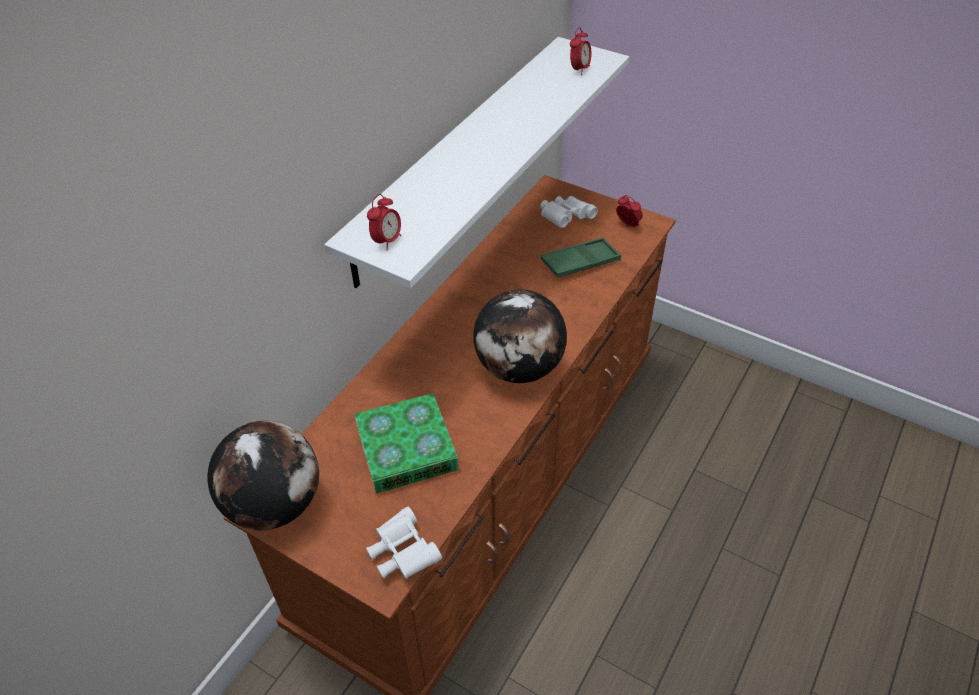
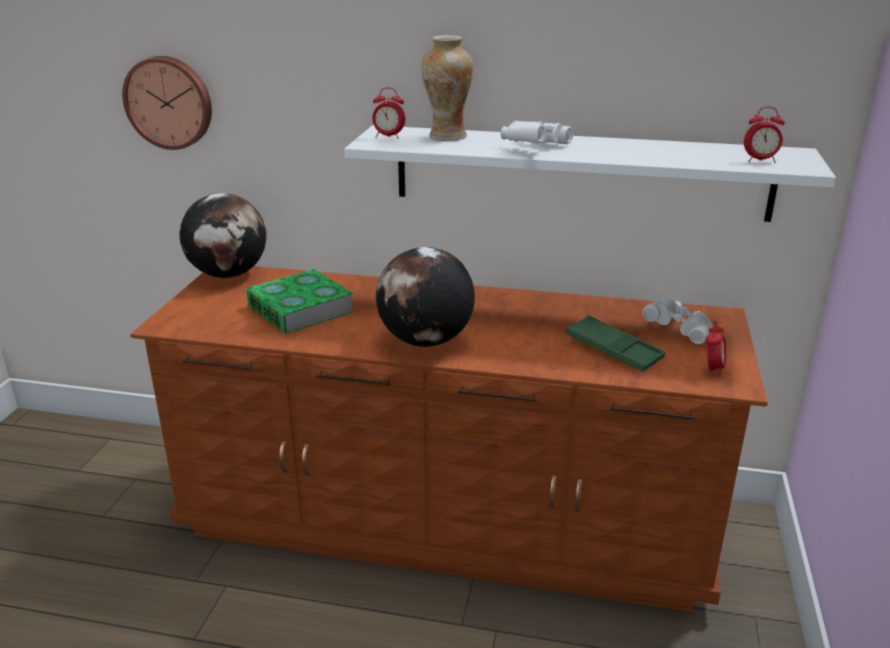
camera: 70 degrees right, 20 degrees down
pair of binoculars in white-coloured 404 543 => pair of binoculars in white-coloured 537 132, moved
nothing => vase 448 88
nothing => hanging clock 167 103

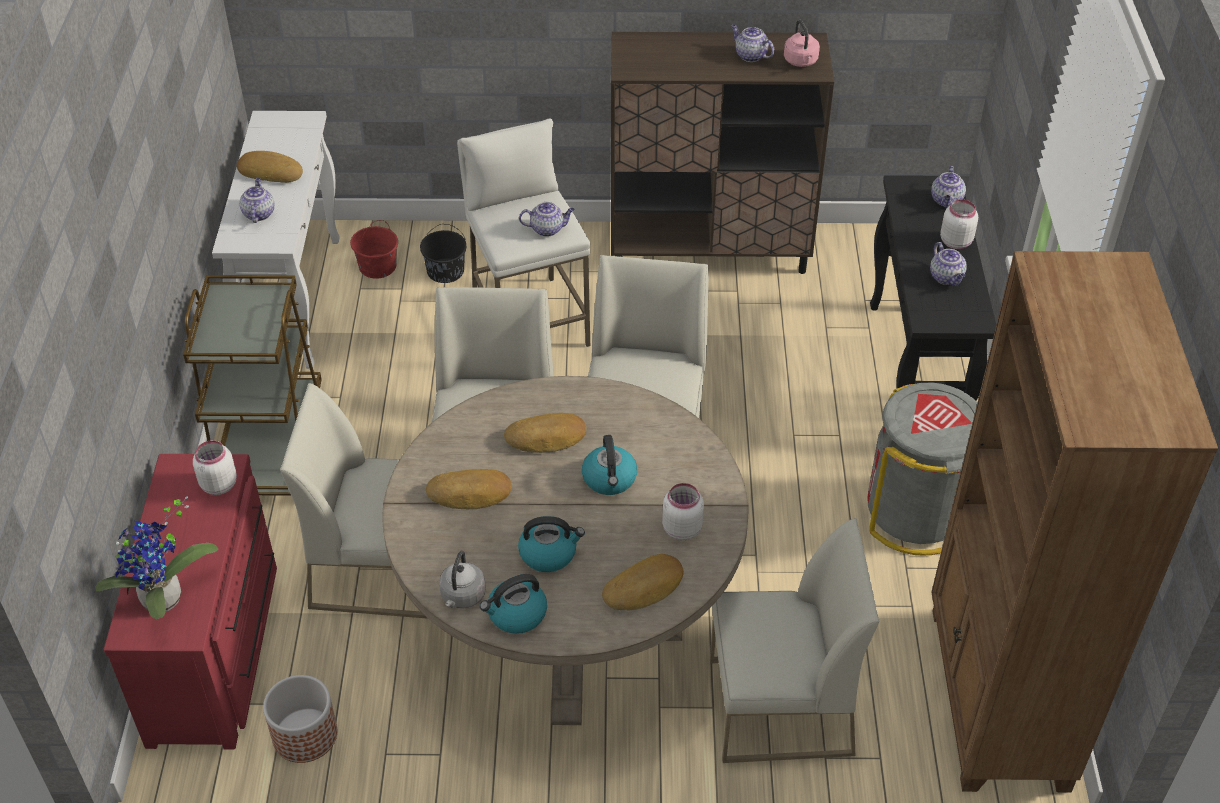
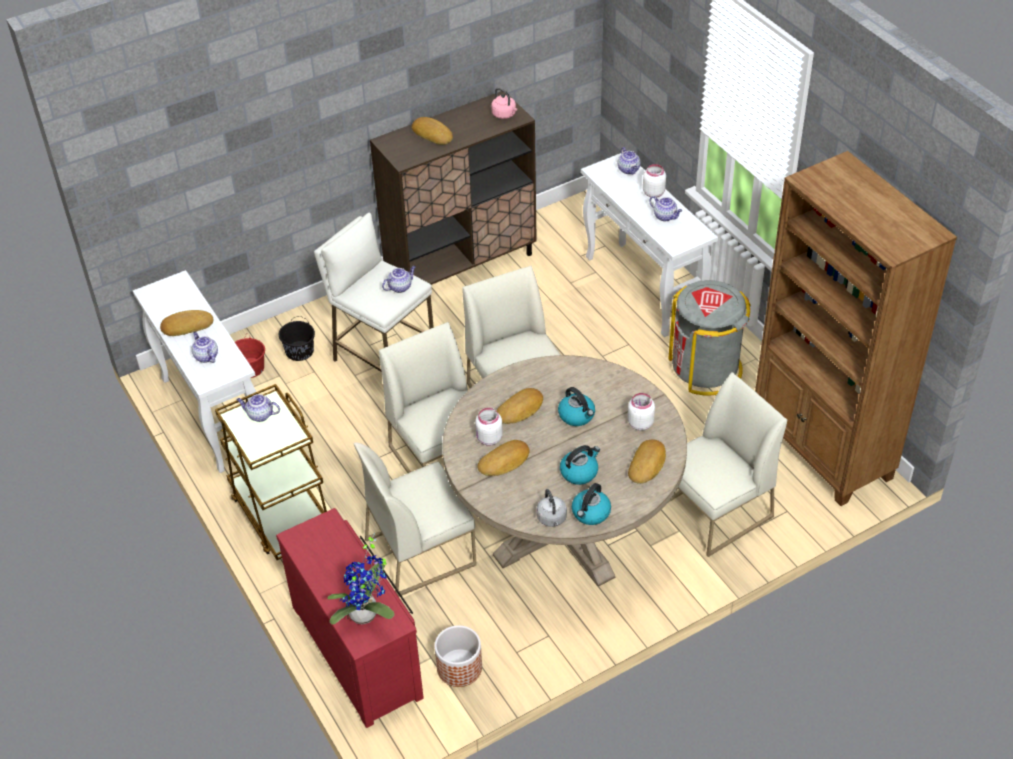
camera: 30 degrees left, 0 degrees up
teapot 752 43 => teapot 258 408, moved
console table in blackish 933 288 => console table in white-coloured 649 245
storage jar in white-coloured 215 467 => storage jar in white-coloured 489 427, moved
nothing => bread 432 131

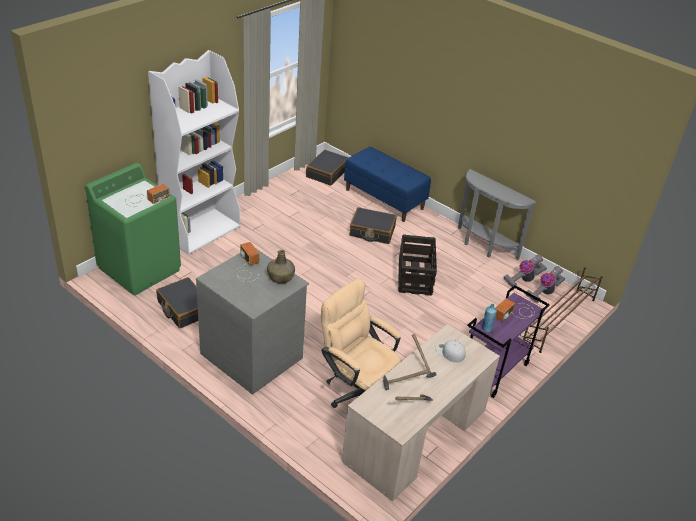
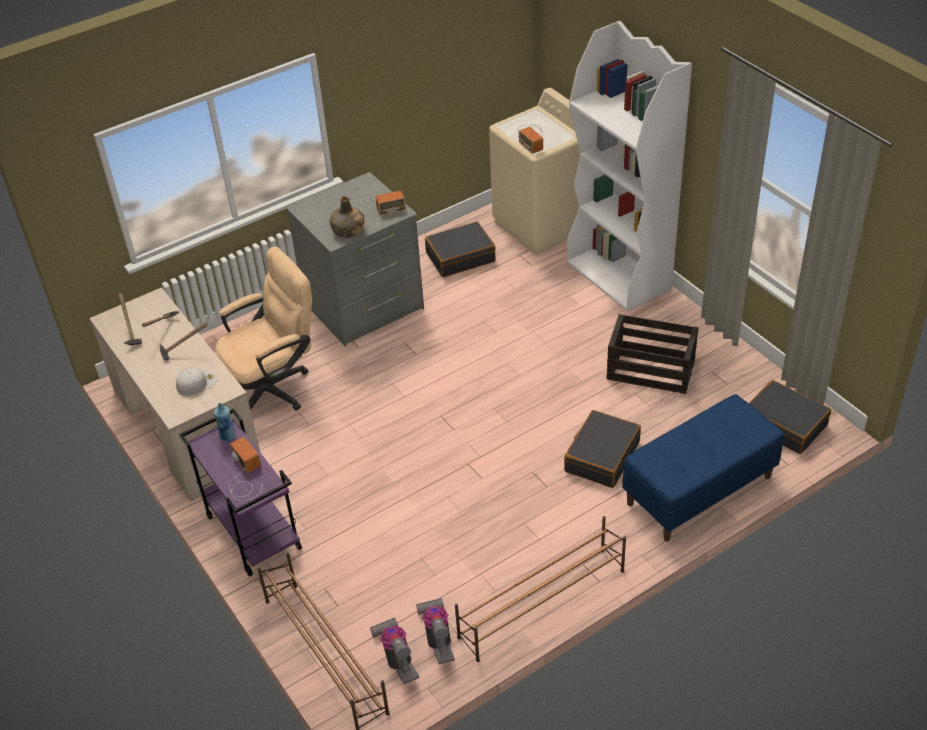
camera: 110 degrees right, 5 degrees up
laundry appliance in green 133 229 => laundry appliance in beige-coloured 534 171
console table in grey 497 214 => shoe shelf in brownish 540 589
crate 417 265 => crate 652 354, moved

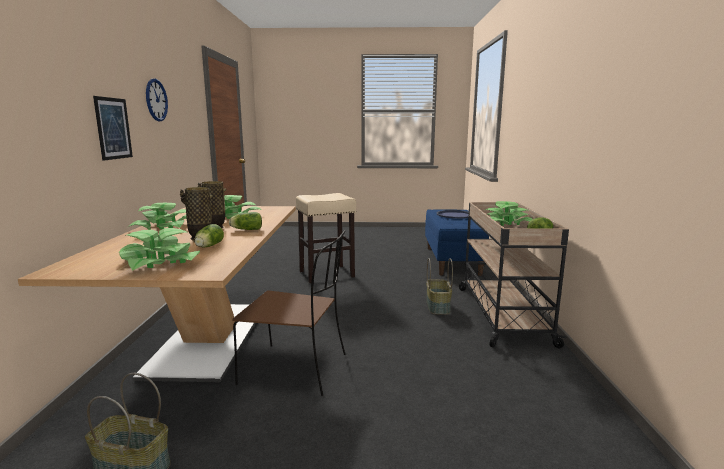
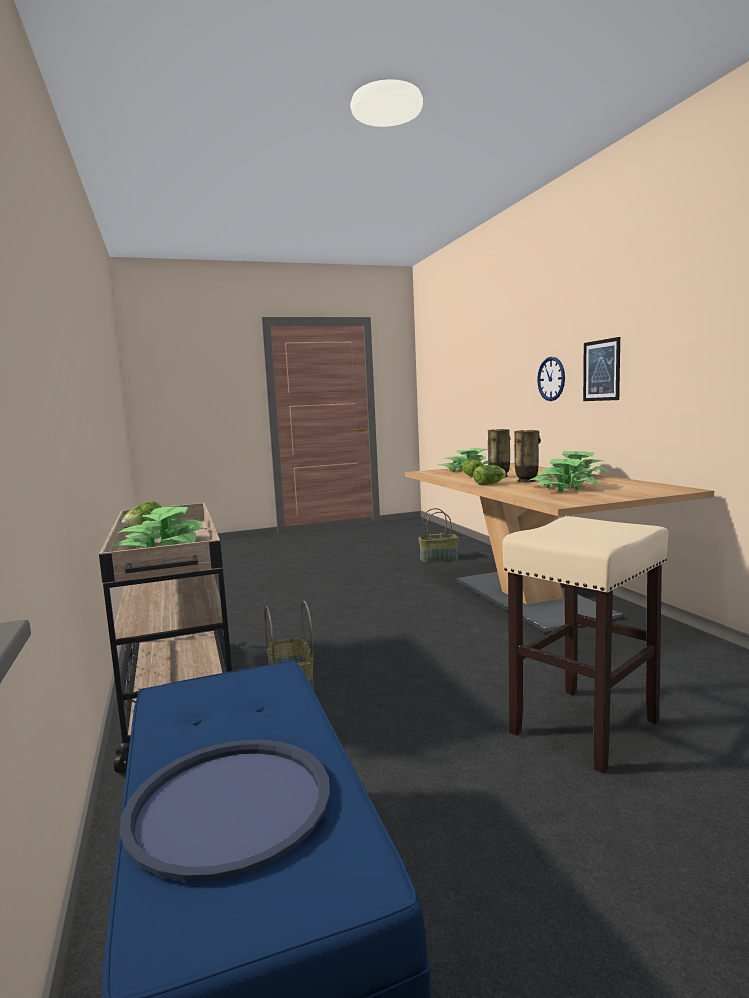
camera: 160 degrees right, 5 degrees down
hanging clock 157 100 => hanging clock 551 379, moved
plain chair in brownish 289 313 => nothing

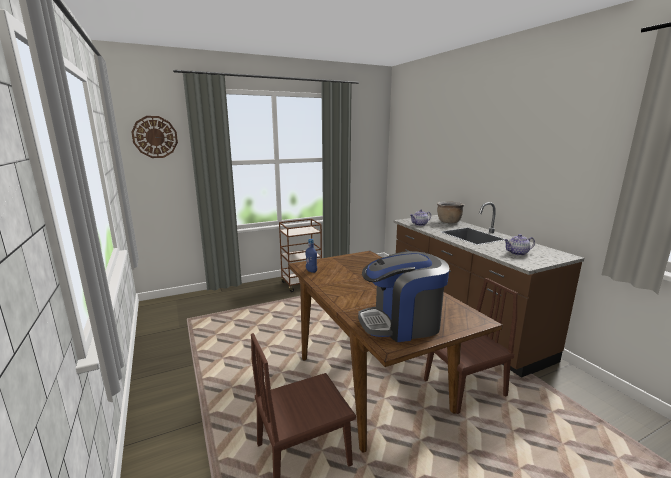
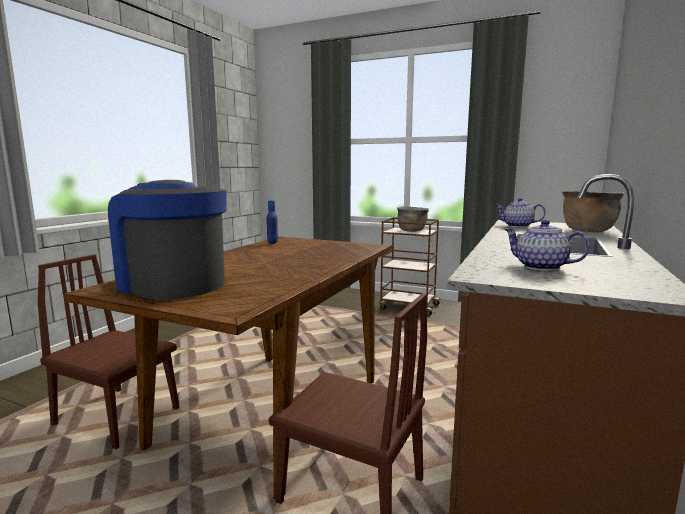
camera: 50 degrees right, 5 degrees down
hanging clock 154 137 => nothing
nothing => saucepot in brownish 413 219

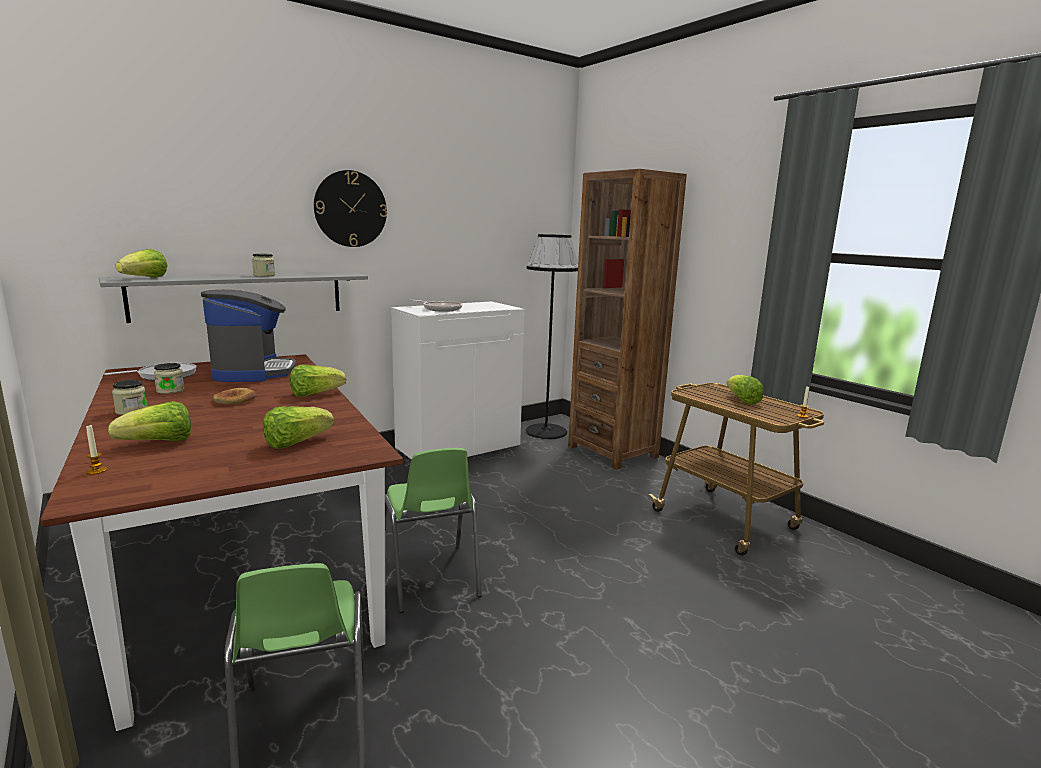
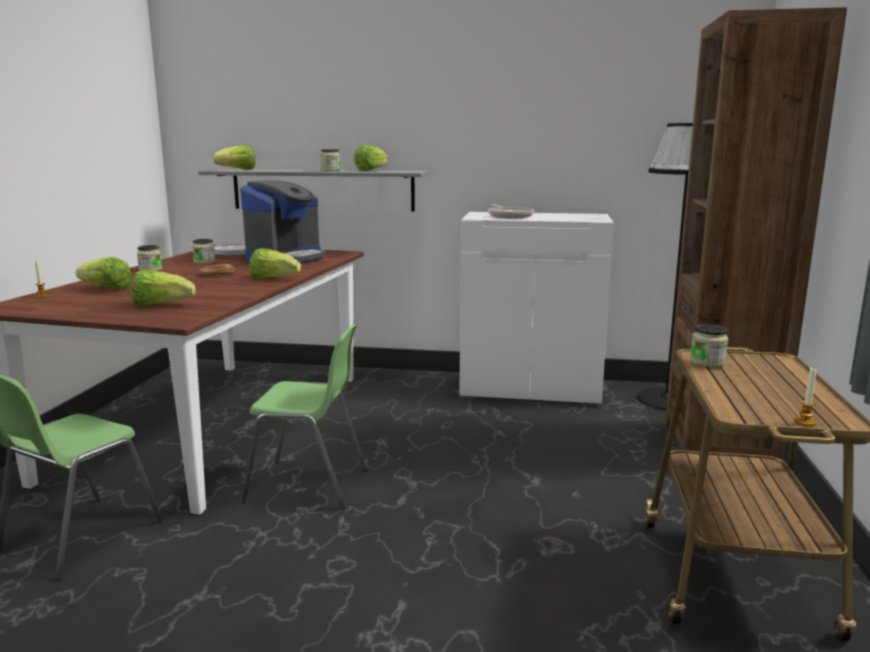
camera: 45 degrees right, 0 degrees up
hanging clock 350 208 => nothing
head of lettuce 744 390 => head of lettuce 371 158, moved
plain chair in green 433 530 => plain chair in green 304 417, 105 degrees counterclockwise
nothing => storage jar 709 345

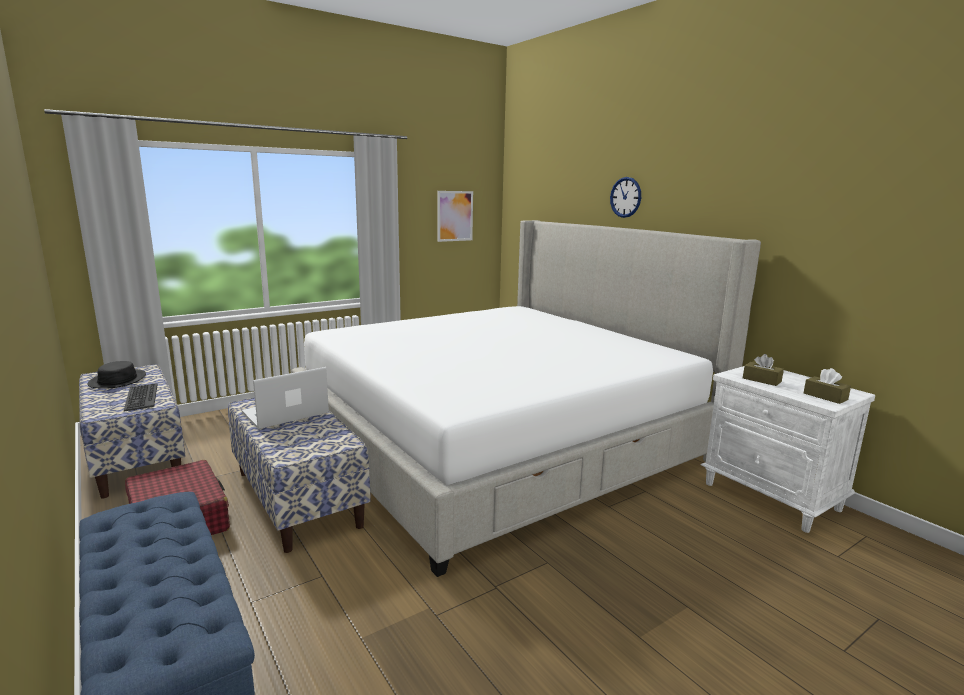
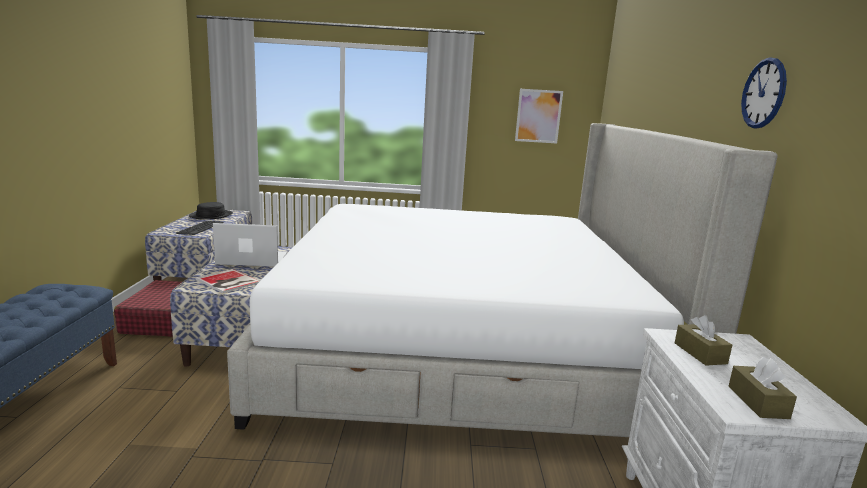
camera: 35 degrees right, 0 degrees up
hanging clock 625 197 => hanging clock 764 93, moved
nothing => book 227 281

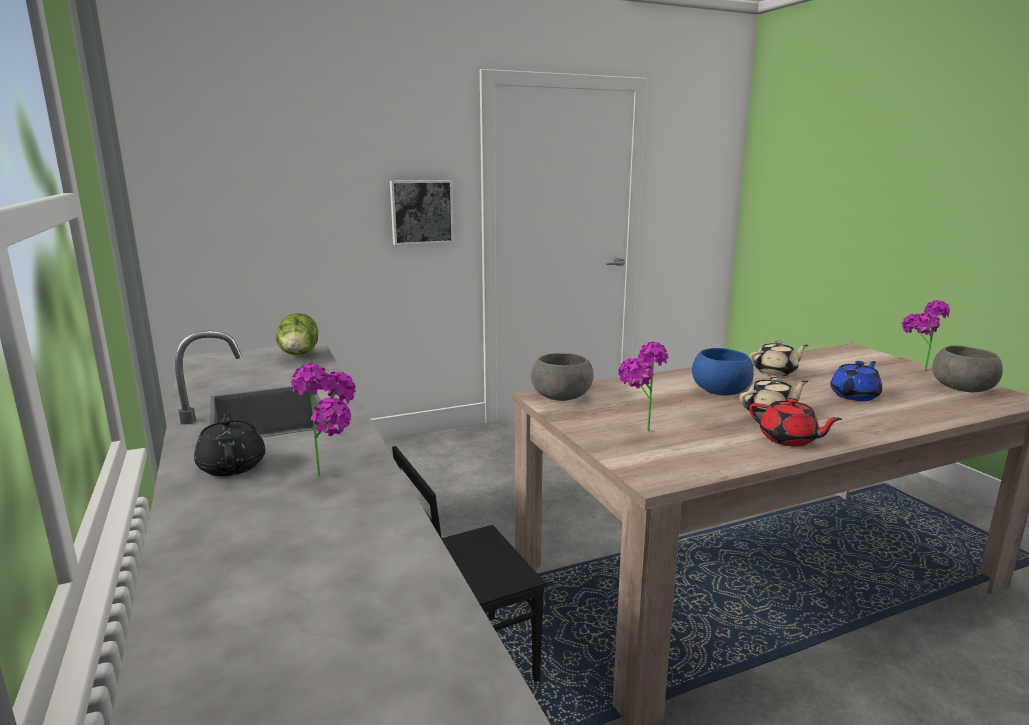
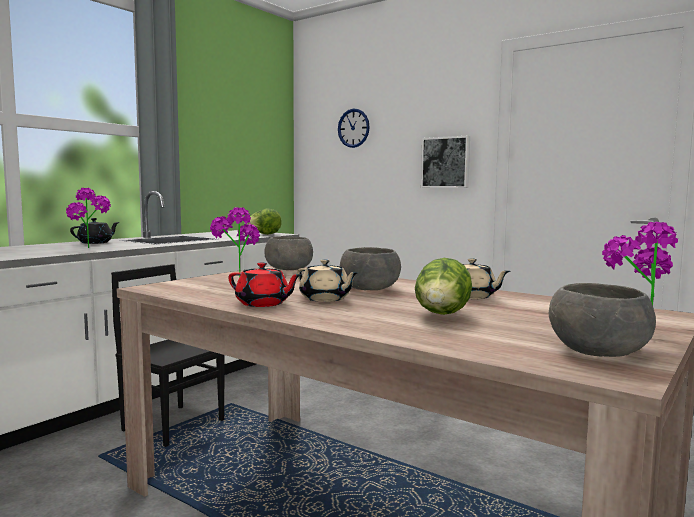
camera: 60 degrees right, 10 degrees down
serving bowl in blue 723 371 => serving bowl in grey 370 268
teapot in blue 856 381 => head of lettuce 443 286
teapot in red 795 422 => teapot in red 265 284, 75 degrees counterclockwise
nothing => hanging clock 354 128

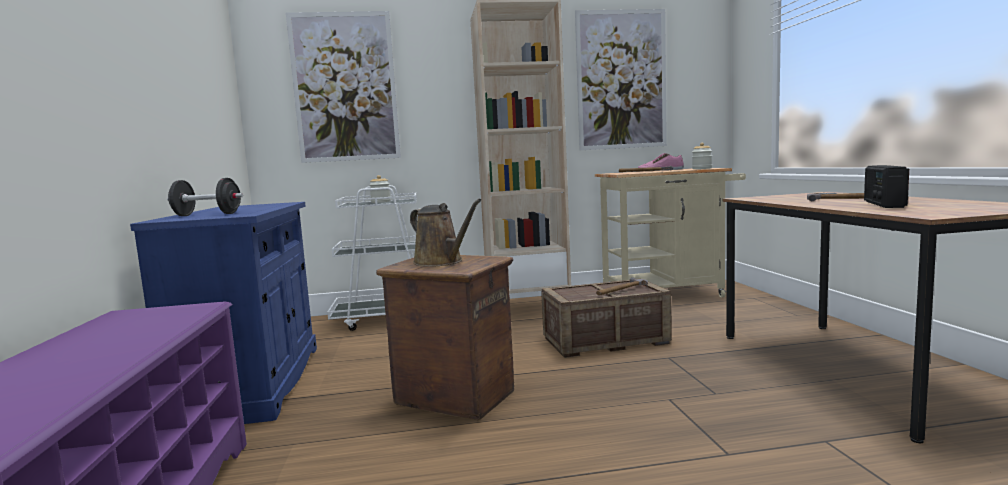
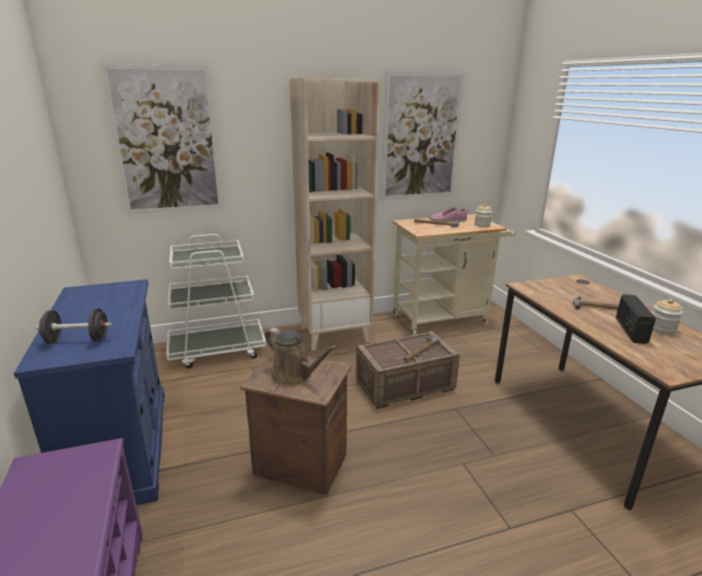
camera: 10 degrees left, 15 degrees up
storage jar 380 189 => storage jar 667 317, moved

